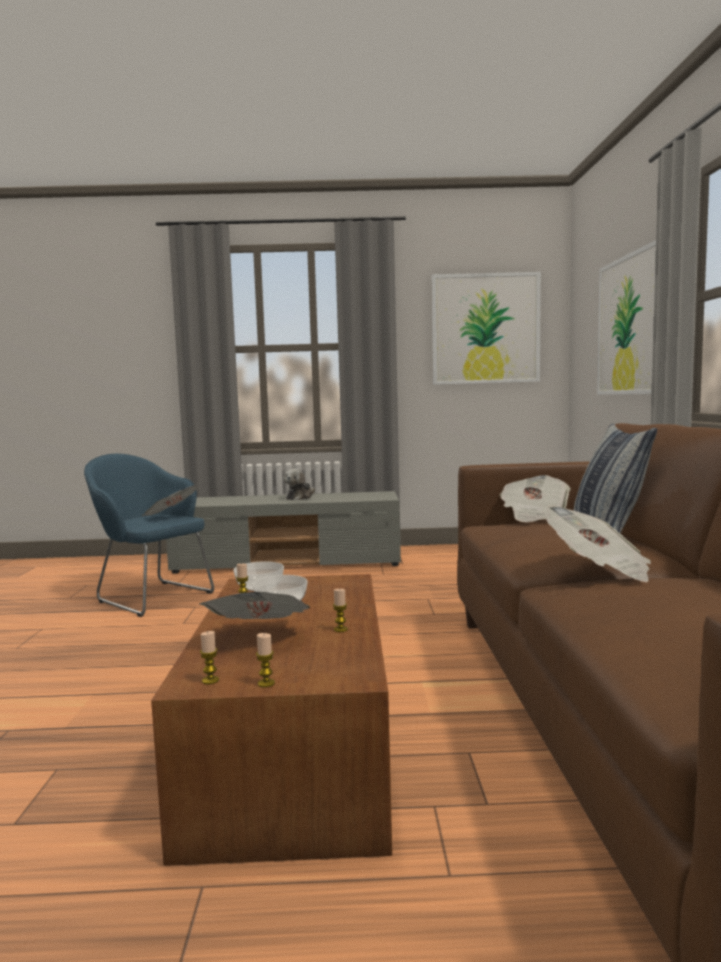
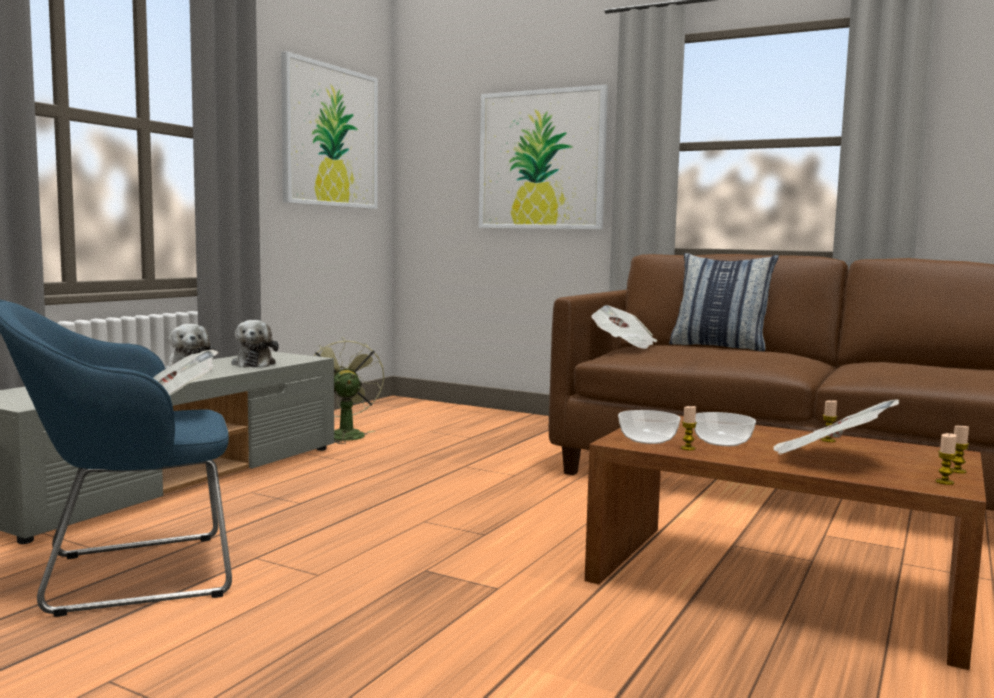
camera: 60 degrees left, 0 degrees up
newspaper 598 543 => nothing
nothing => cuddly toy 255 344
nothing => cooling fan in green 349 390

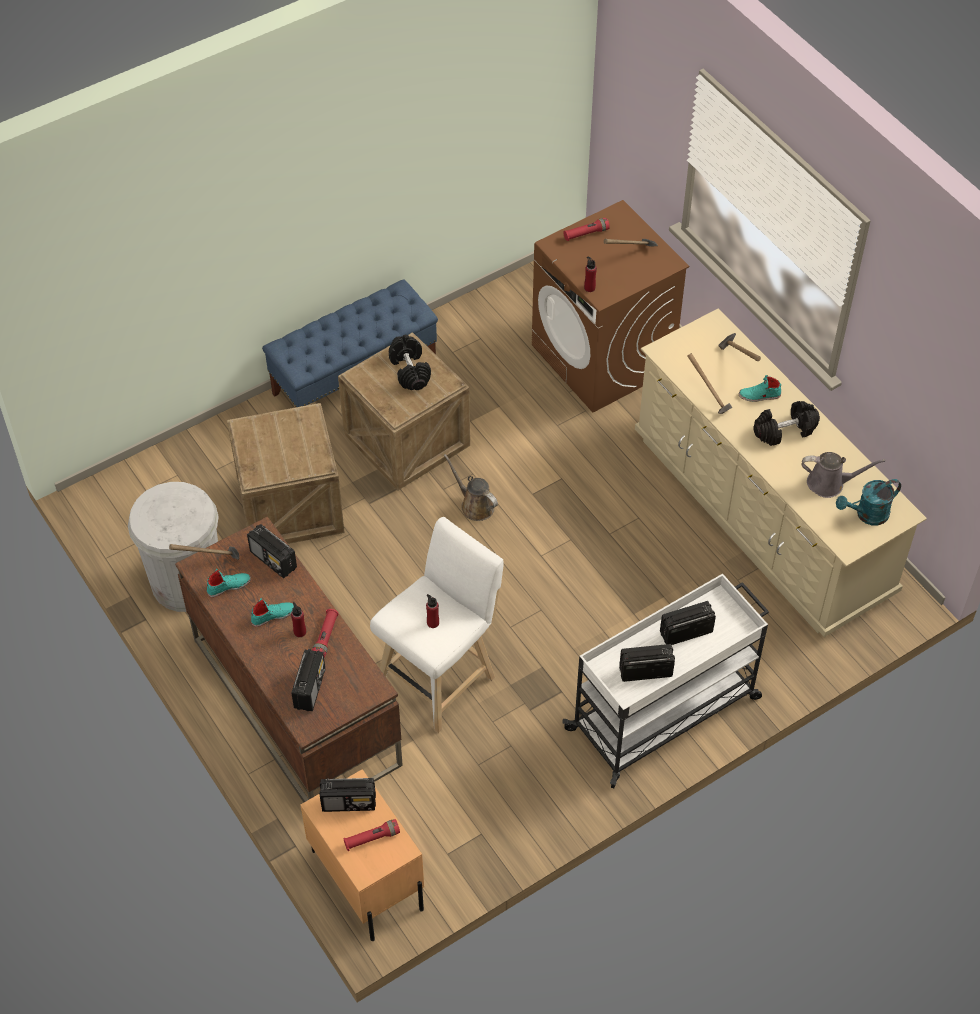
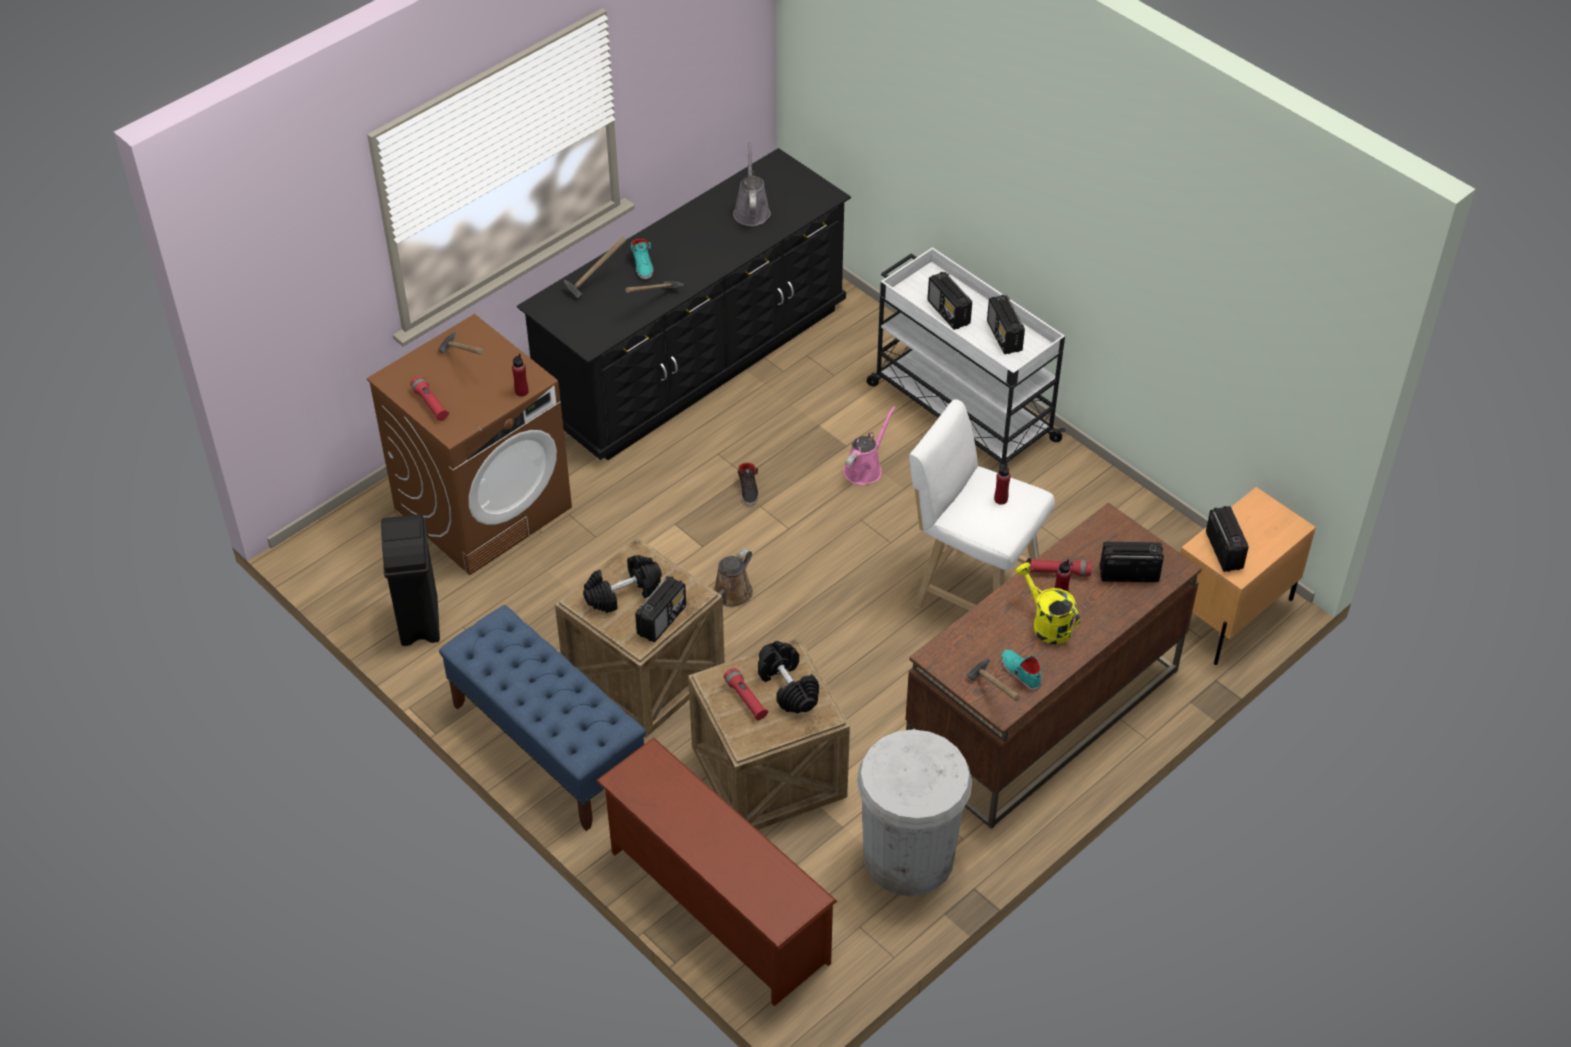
camera: 100 degrees left, 5 degrees down
drawer chest in beige-coloured 781 473 => drawer chest in blackish 684 304
free weight in blackish 786 423 => free weight in blackish 788 677, moved
sprinkling can in blue-green 868 502 => nothing
radio receiver 272 551 => radio receiver 660 609, moved
item of footwear in blue-green 272 612 => sprinkling can in yellowish 1047 603
hand torch in red 371 835 => hand torch in red 746 694, moved
nothing => sprinkling can in pink-coloured 869 445
nothing => item of footwear in blackish 748 484
nothing => rubbish bin in blackish 410 580
nothing => shoe shelf in brownish 716 872

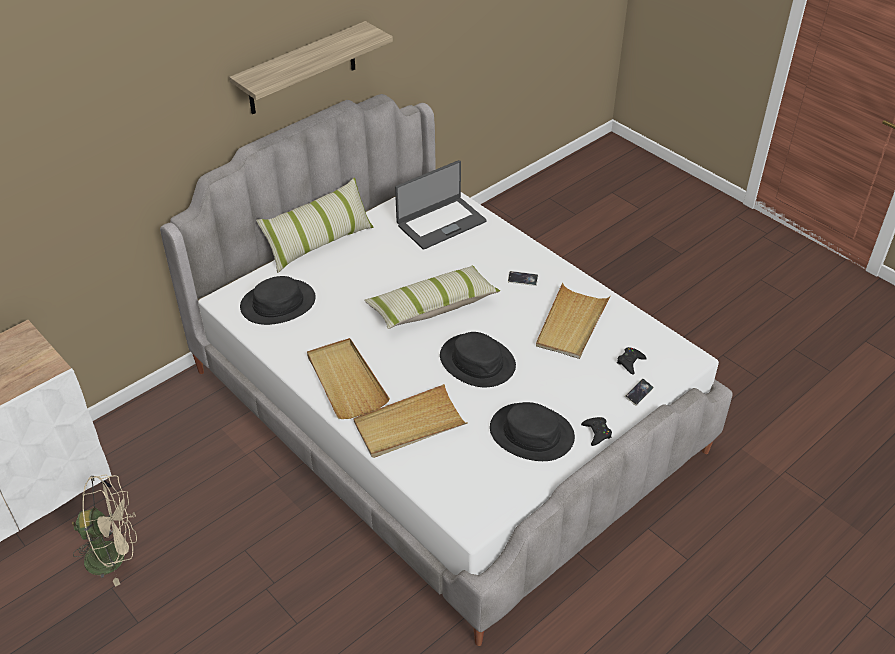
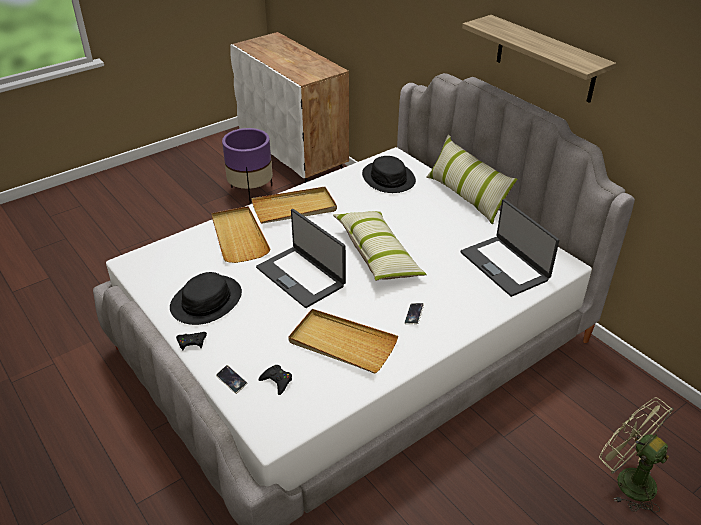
camera: 95 degrees right, 5 degrees down
hat in blackish 478 359 => notebook computer 301 258
cooling fan in beige-coloured 104 531 => flower pot in purplish 247 166
nothing => cooling fan in green 636 454

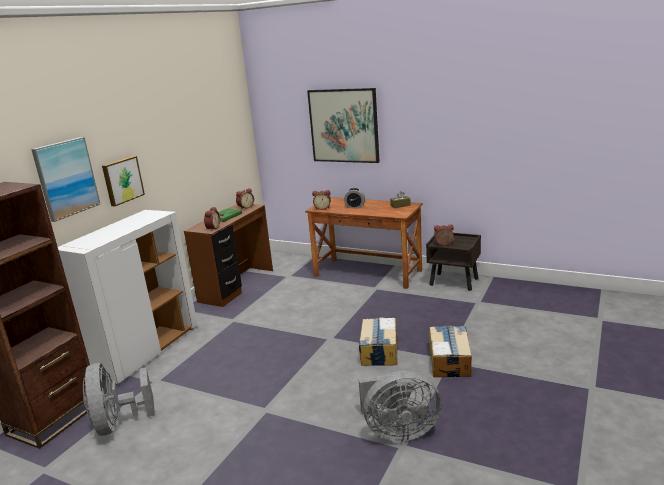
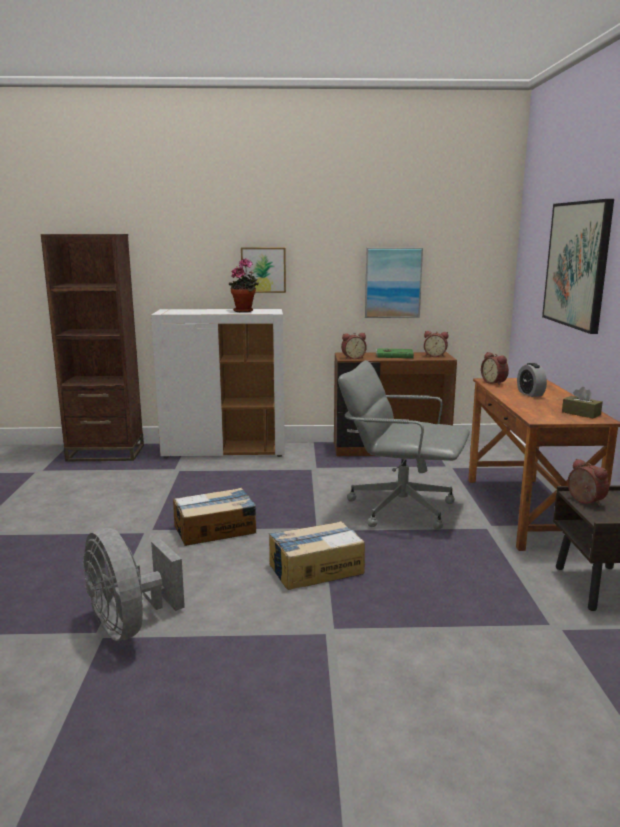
camera: 60 degrees right, 5 degrees down
picture 65 179 => picture 394 283, moved
packing box 450 351 => packing box 214 516, moved
cooling fan in grey 119 399 => nothing
nothing => houseplant 244 285
nothing => computer chair in grey 404 445

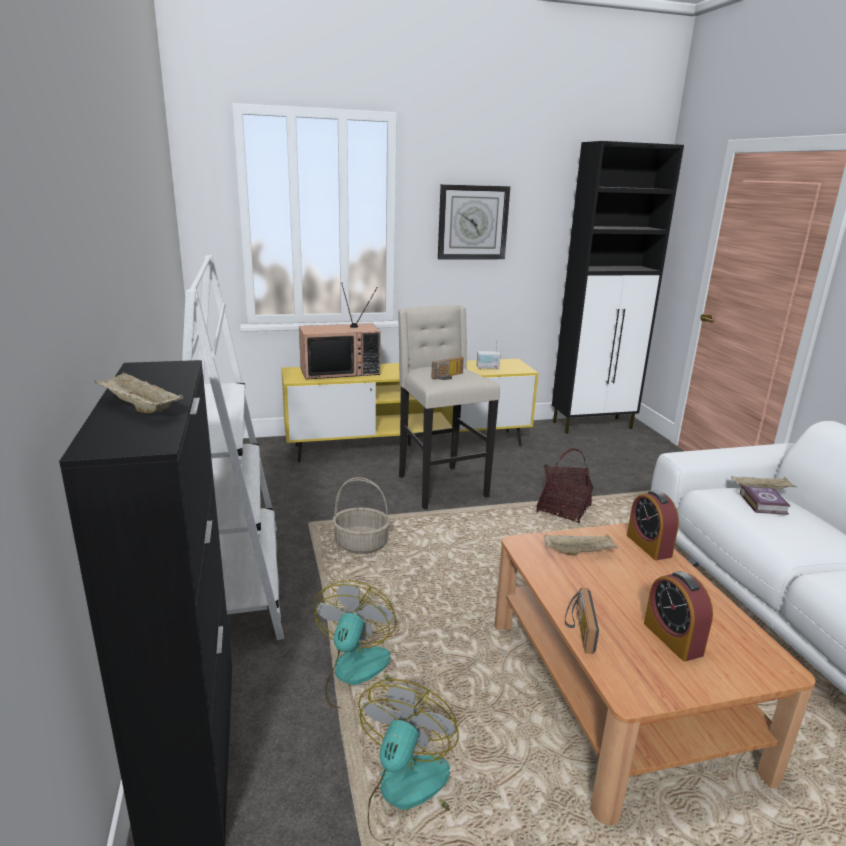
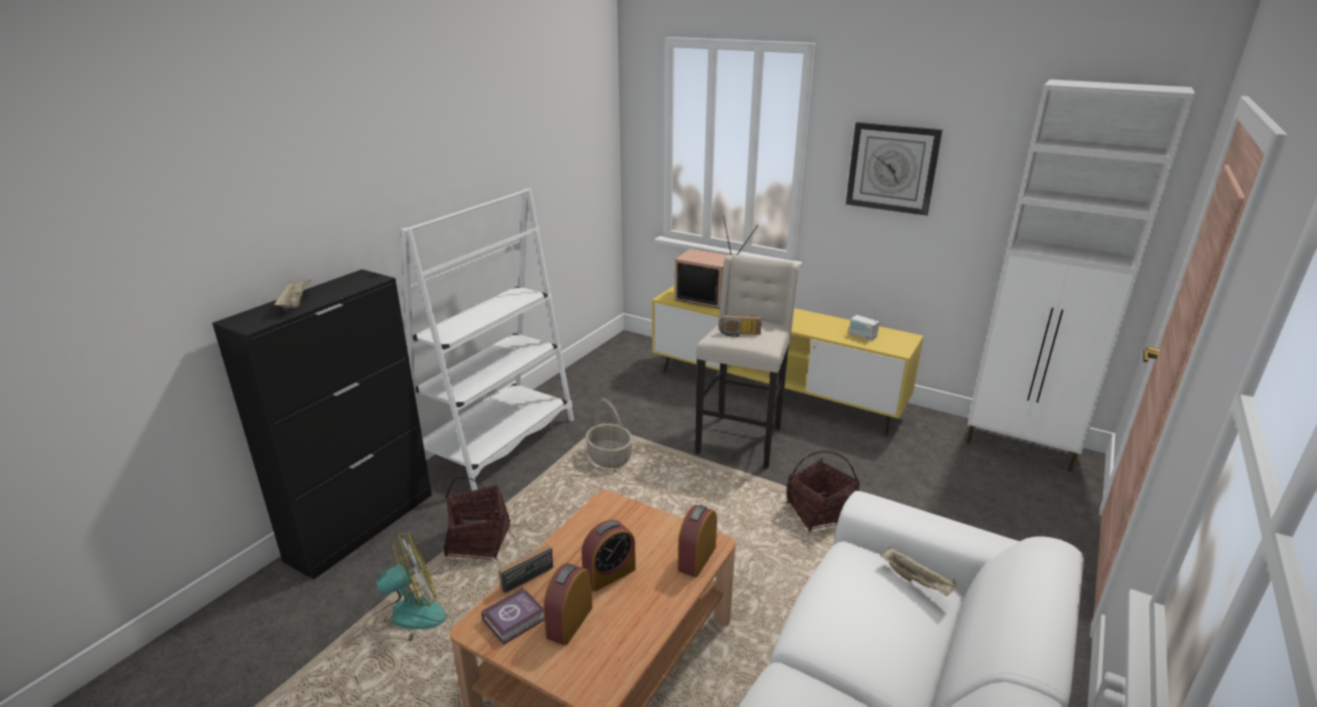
camera: 45 degrees right, 5 degrees up
storage cabinet in blackish 618 287 => storage cabinet in white-coloured 1081 275
book 765 500 => book 512 616, moved
carrying tray in beige-coloured 581 545 => nothing
cooling fan 355 644 => storage basket 477 518
nothing => bedside clock 608 556

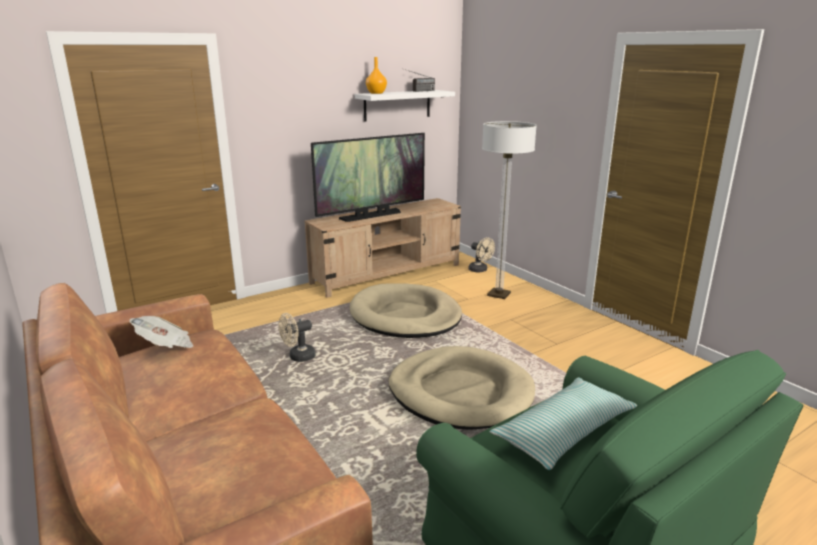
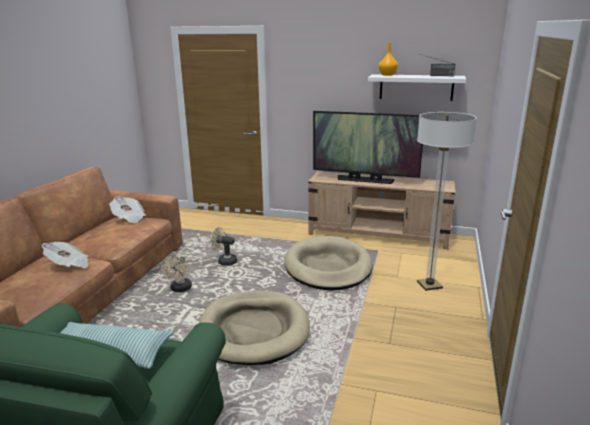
camera: 50 degrees right, 0 degrees up
cooling fan in beige-coloured 481 255 => cooling fan in beige-coloured 176 274, moved
nothing => newspaper 65 255

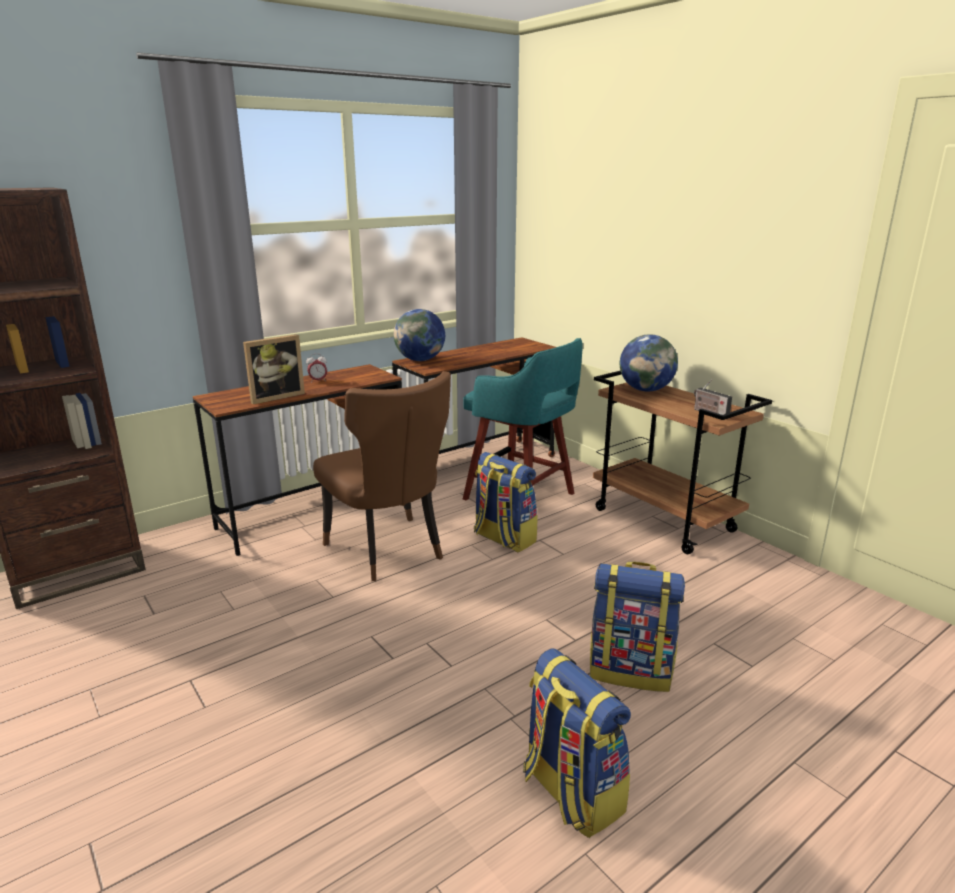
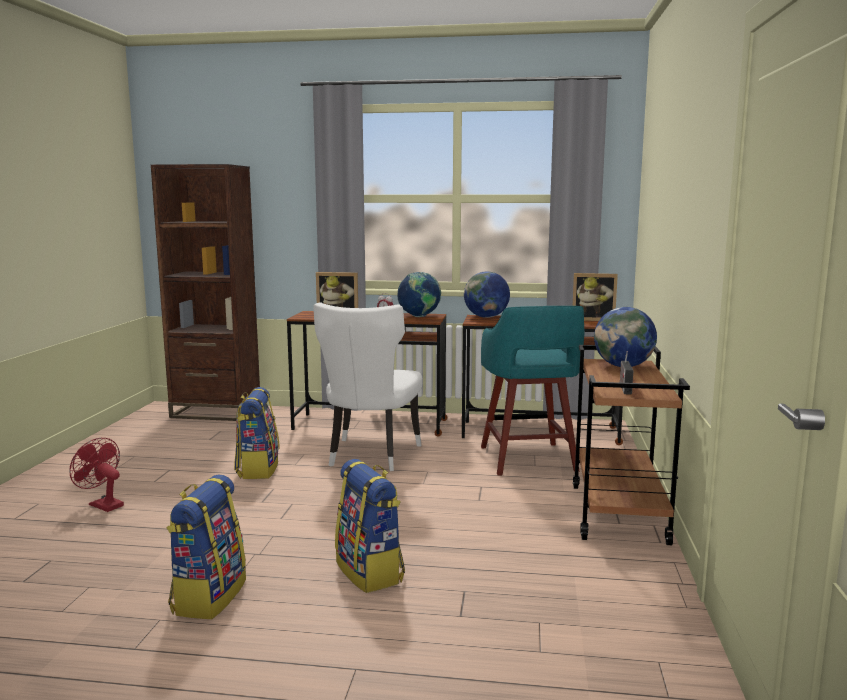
camera: 45 degrees right, 10 degrees down
plain chair in brownish 382 476 => plain chair in white-coloured 368 386
knapsack 505 502 => knapsack 257 433, moved
nothing => globe 419 294
nothing => picture frame 595 297
nothing => cooling fan in red 96 475

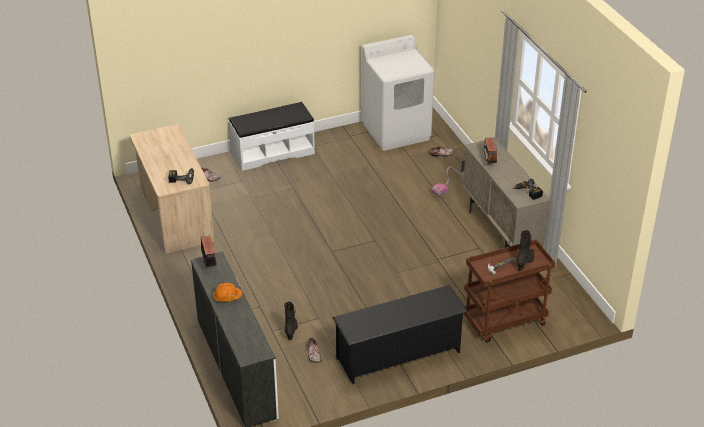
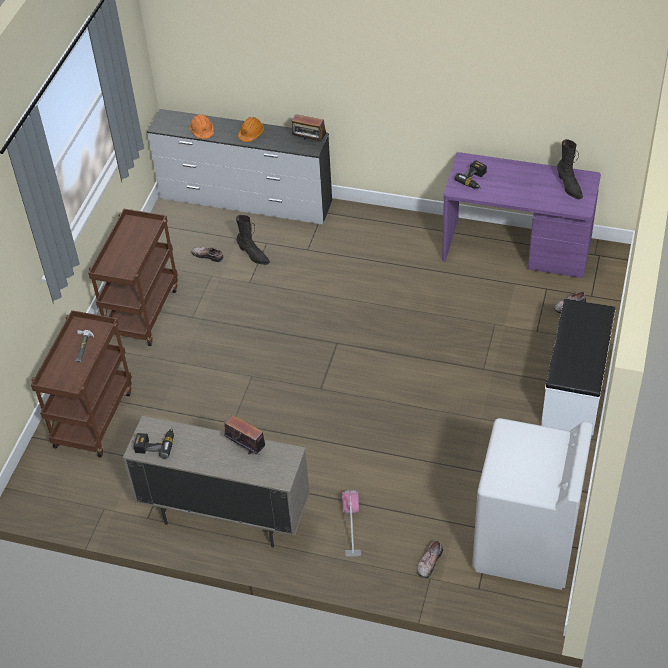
camera: 130 degrees right, 10 degrees up
desk in beige-coloured 172 189 => desk in purplish 521 215
boot in blackish 525 250 => boot in blackish 570 169, moved
shoe shelf in blackish 400 334 => cart in brownish 133 277
nothing => work helmet in orange 202 126

